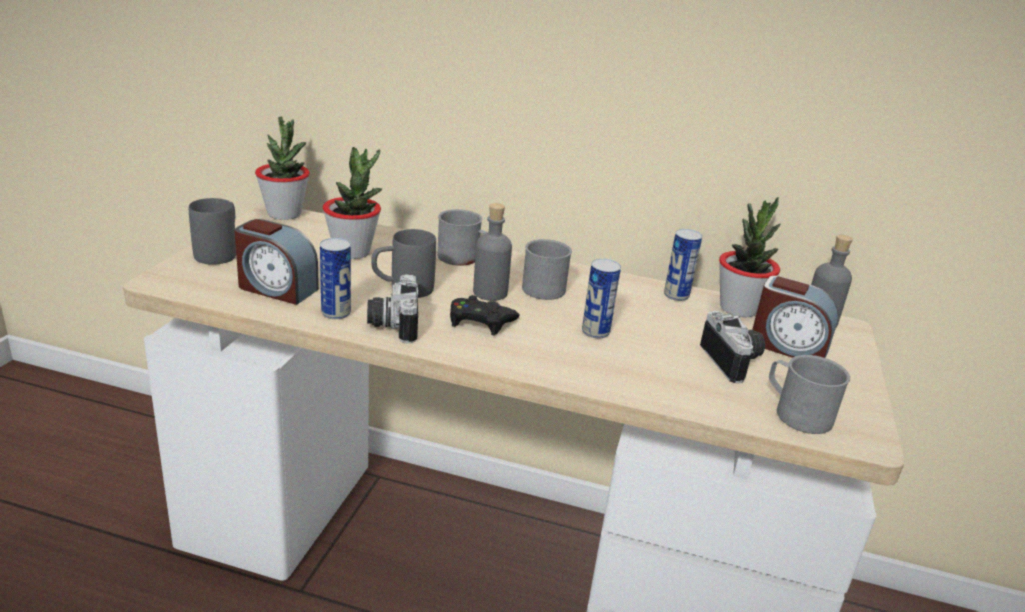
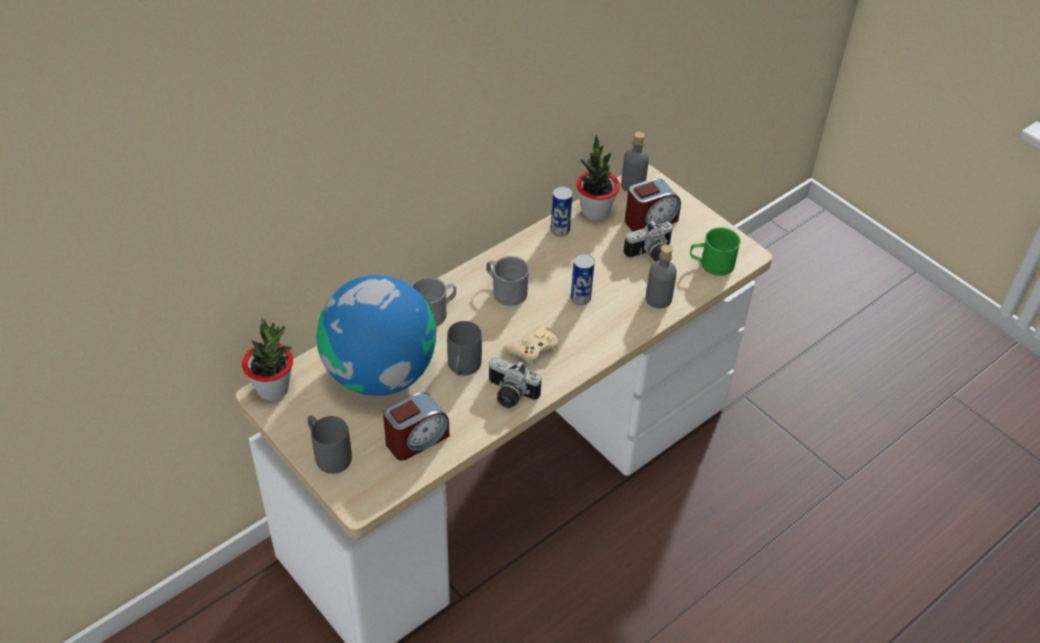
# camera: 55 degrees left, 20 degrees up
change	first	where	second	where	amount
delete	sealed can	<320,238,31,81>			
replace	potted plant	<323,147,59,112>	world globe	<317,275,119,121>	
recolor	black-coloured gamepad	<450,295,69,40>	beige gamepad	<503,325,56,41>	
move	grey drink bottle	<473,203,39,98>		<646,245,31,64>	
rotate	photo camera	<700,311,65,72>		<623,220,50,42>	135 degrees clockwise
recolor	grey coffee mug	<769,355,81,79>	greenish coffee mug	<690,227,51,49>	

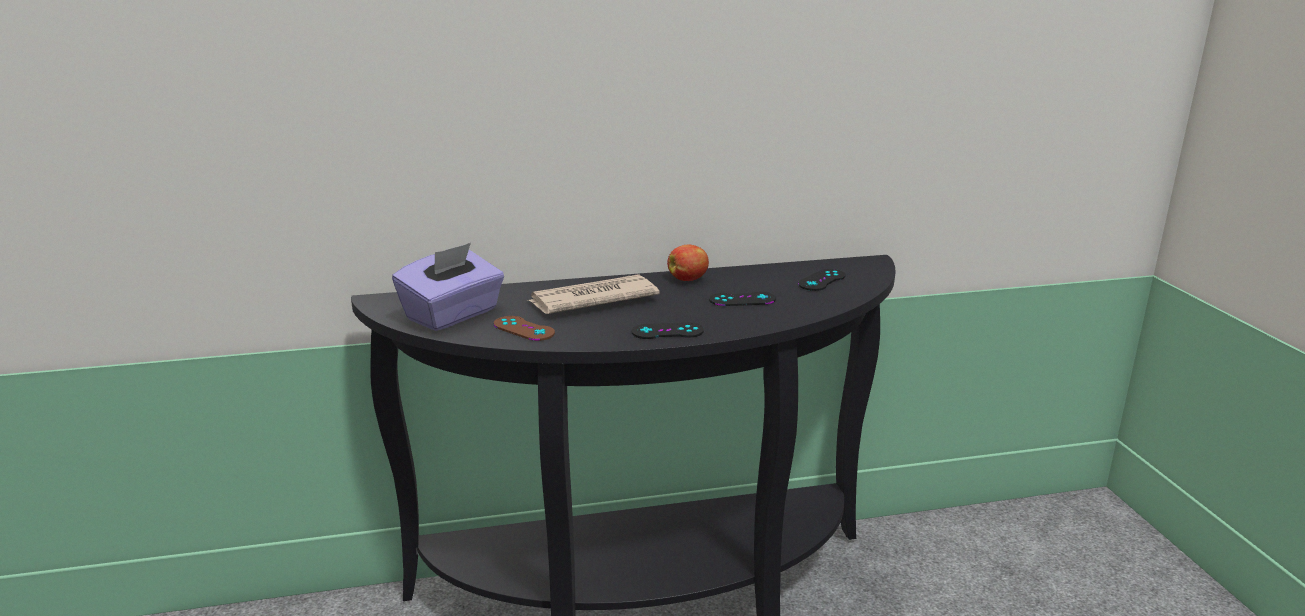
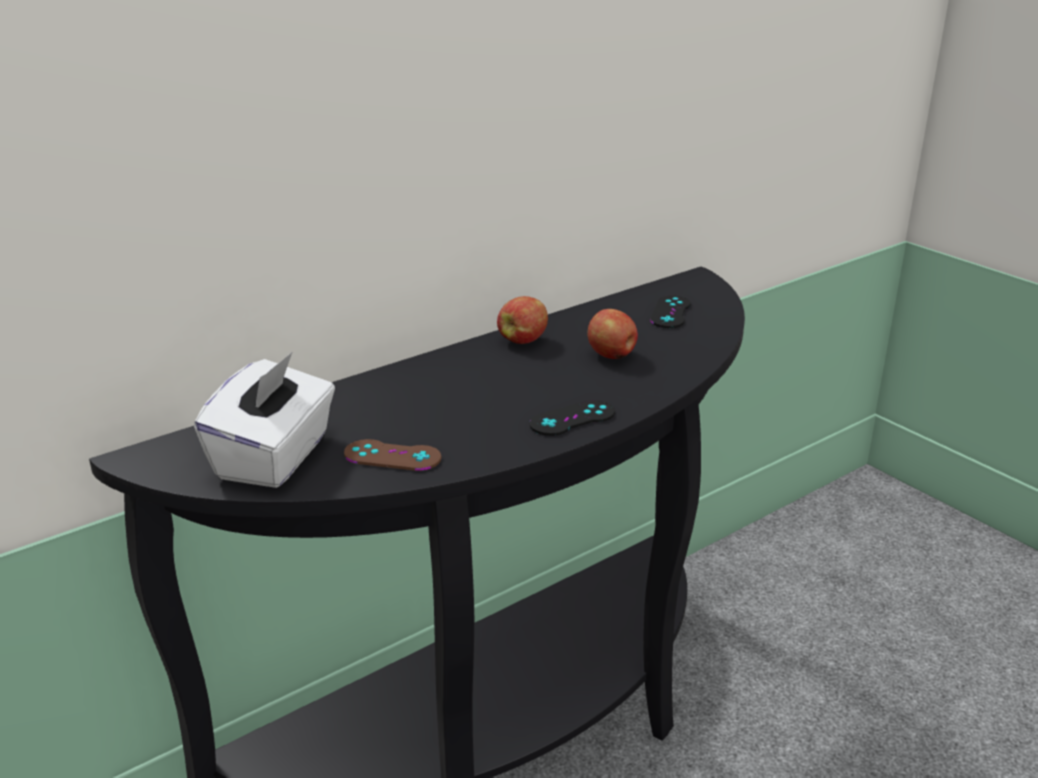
# camera: 25 degrees left, 5 degrees up
change	first	where	second	where	amount
recolor	purple tissue holder	<392,243,112,88>	white tissue holder	<194,352,141,136>	
delete	newspaper	<527,274,133,40>			
replace	black-coloured gamepad	<709,292,67,14>	whole apple	<587,309,51,50>	

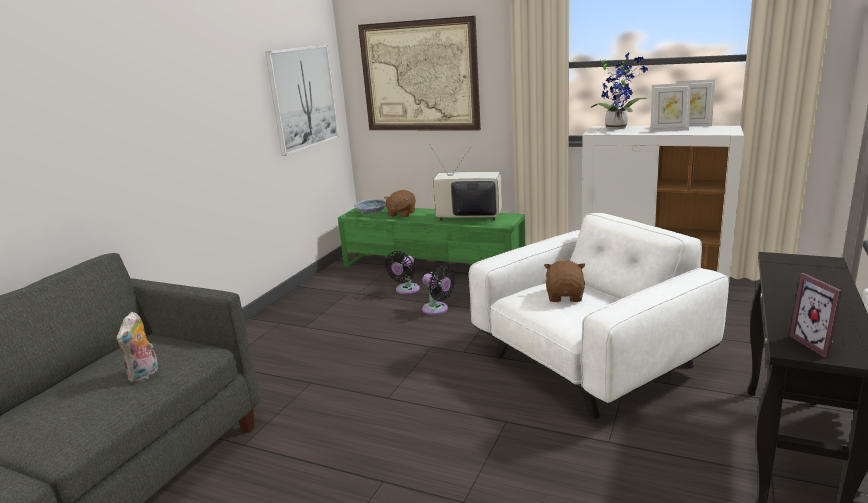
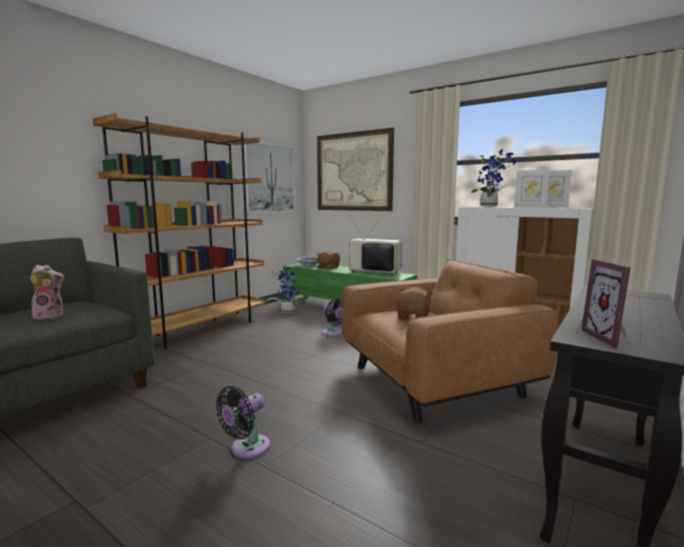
# camera: 10 degrees right, 10 degrees down
change	first	where	second	where	amount
rotate	cuddly toy	<116,312,42,71>		<30,265,34,55>	120 degrees counterclockwise
move	black-coloured electric fan	<385,251,35,43>		<216,386,54,73>	
recolor	white lounge chair	<469,213,260,206>	brownish lounge chair	<342,260,217,163>	
insert			brownish bookcase	<93,113,172,237>	
insert			potted plant	<265,267,41,46>	

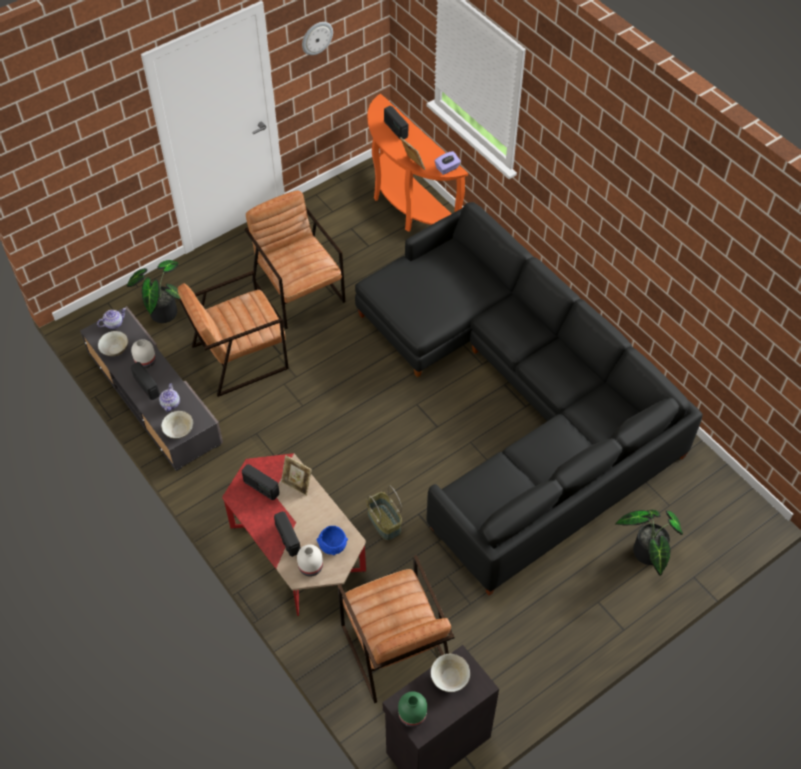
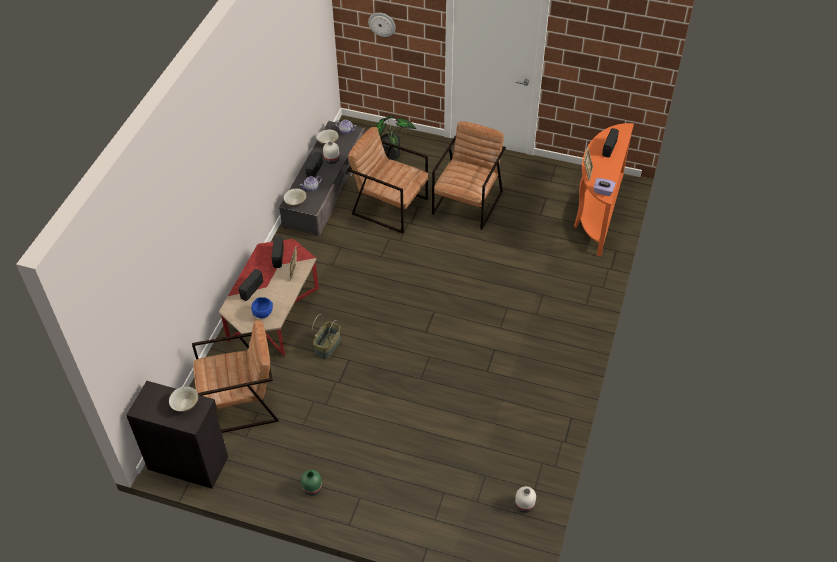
# camera: 55 degrees right, 5 degrees down
change	first	where	second	where	amount
move	white flower vase	<297,545,26,32>		<515,486,21,27>	
move	clock on the wall	<302,22,31,33>		<368,13,28,24>	
rotate	brownish lounge chair	<338,555,117,148>		<192,321,87,112>	135 degrees counterclockwise
delete	black-coloured couch	<355,202,348,394>			
move	greenish flower vase	<398,691,29,36>		<301,470,21,26>	
delete	potted plant	<615,510,68,66>			

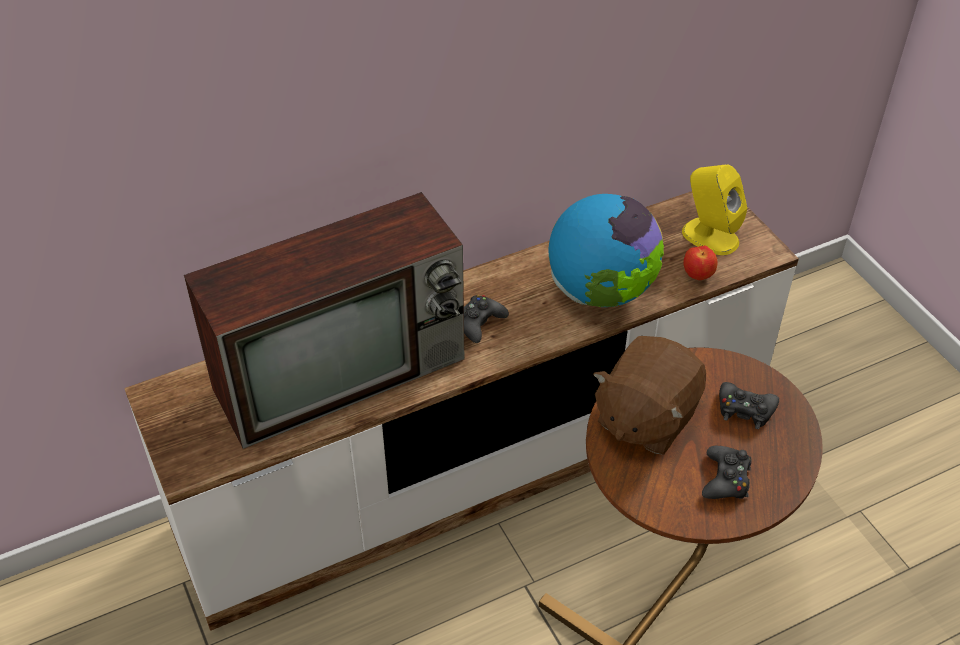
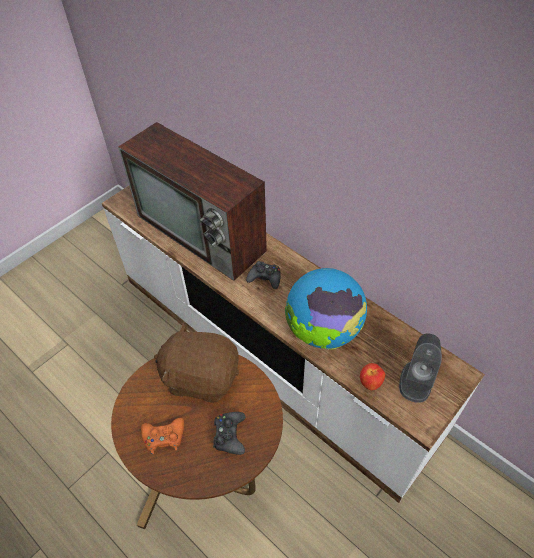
# camera: 70 degrees right, 5 degrees up
change	first	where	second	where	amount
recolor	yellow loudspeaker	<682,164,65,91>	grey loudspeaker	<399,333,43,70>	
recolor	black-coloured gamepad	<702,446,50,53>	orange gamepad	<141,418,43,36>	

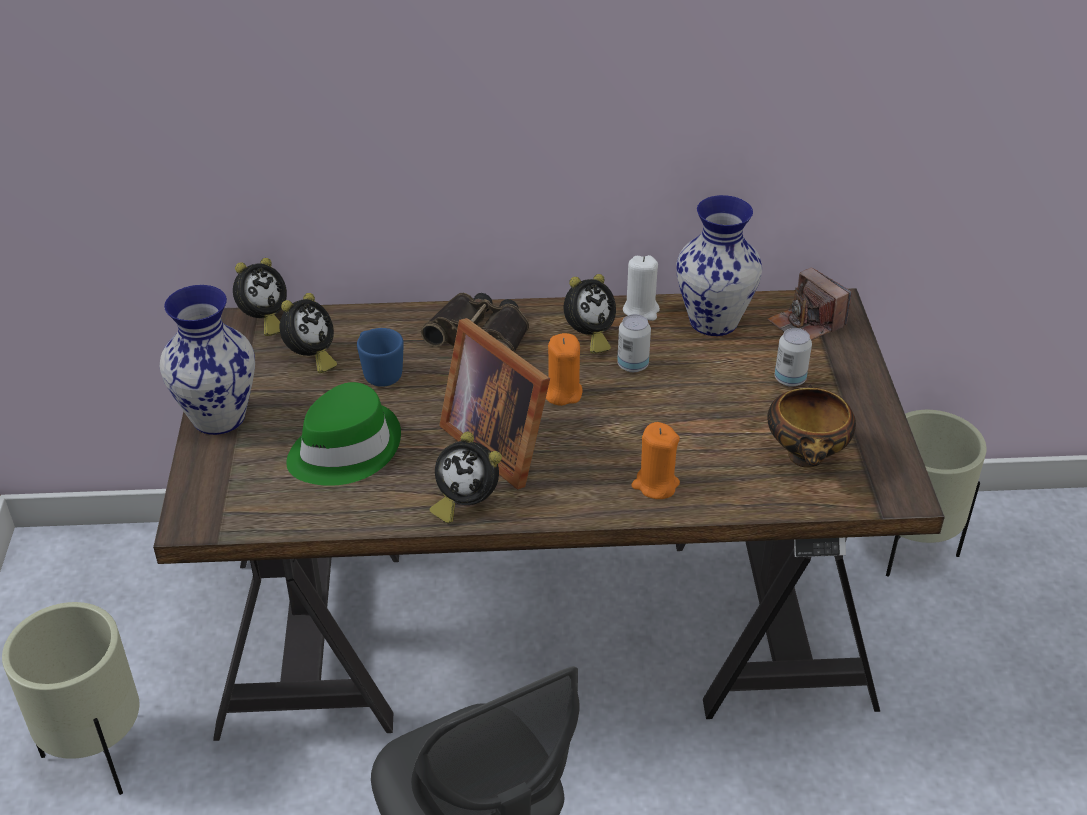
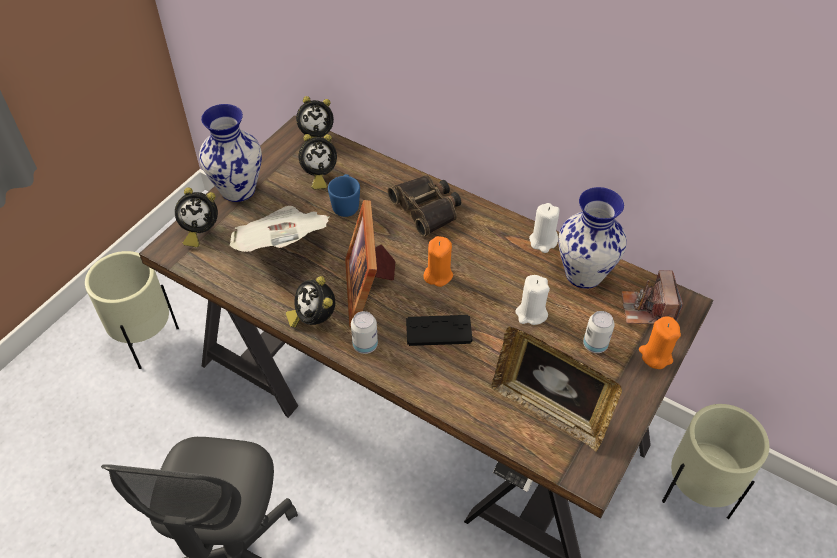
# camera: 35 degrees right, 10 degrees up
change	first	where	second	where	amount
replace	greenish hat	<286,382,115,104>	newspaper	<229,205,101,47>	
move	bedside clock	<563,274,53,80>		<175,187,43,60>	
move	sealed can	<617,314,34,58>		<351,311,27,43>	
move	orange wax light	<632,422,48,77>		<639,317,42,52>	
replace	serving bowl	<767,385,89,83>	picture frame	<492,326,130,126>	
insert			black-coloured gamepad	<406,315,66,31>	
insert			white wax light	<515,275,35,50>	

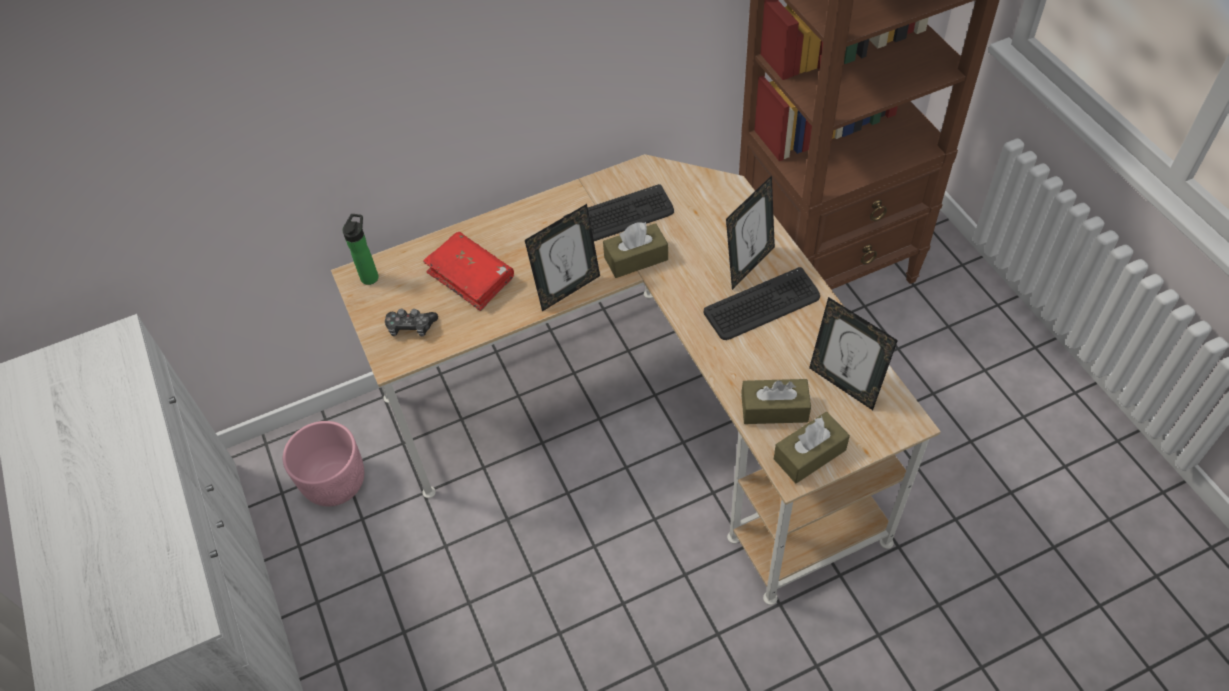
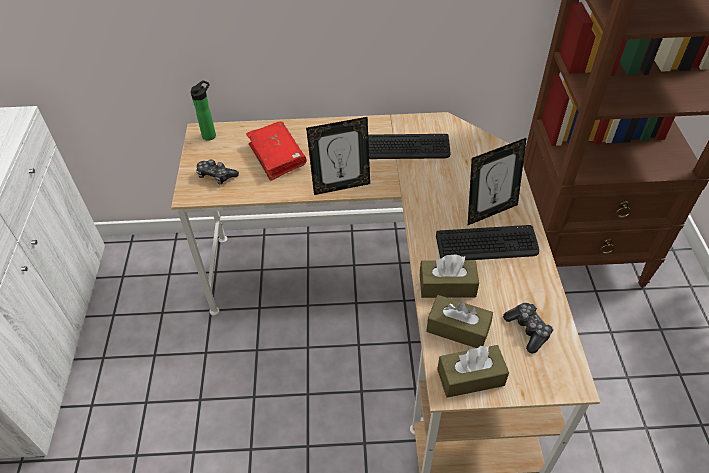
# camera: 20 degrees right, 5 degrees down
change	first	where	second	where	amount
delete	pinkish flower pot	<283,421,81,86>			
move	brownish tissue holder	<603,222,65,56>		<420,254,59,44>	
replace	picture frame	<809,297,89,113>	gamepad	<503,303,51,50>	

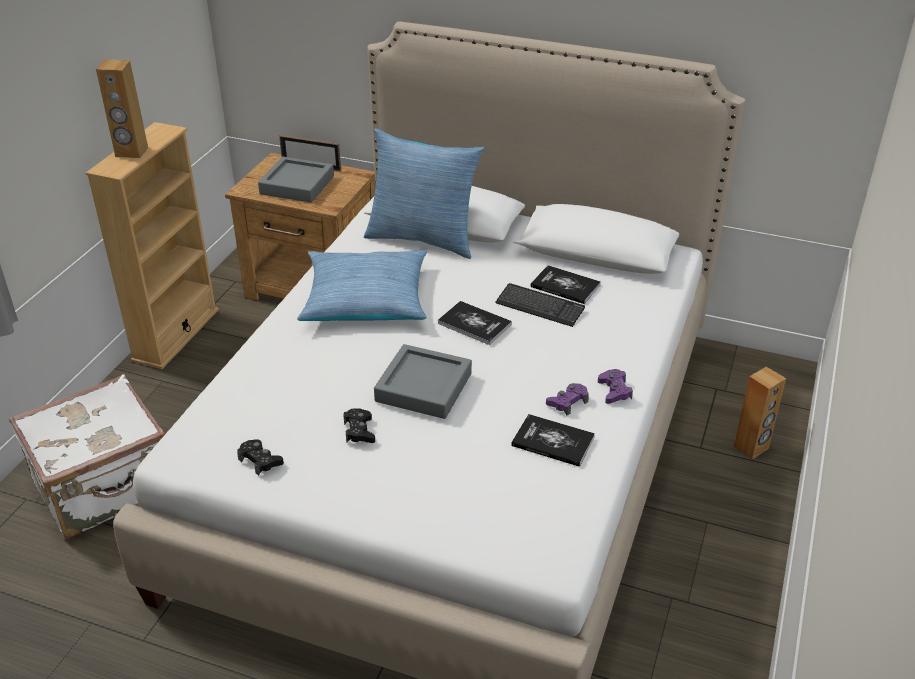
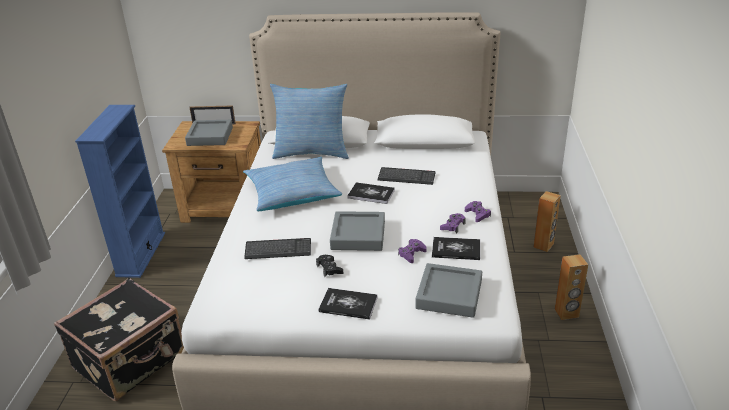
# camera: 15 degrees left, 5 degrees down
change	first	where	second	where	amount
recolor	white travel case	<9,374,156,165>	black-coloured travel case	<54,278,130,123>	
recolor	beige bookcase	<86,122,133,247>	blue bookcase	<75,105,90,173>	
move	brownish loudspeaker	<96,59,52,99>		<555,254,33,66>	
delete	black-coloured gamepad	<237,439,47,37>			
move	volume	<531,265,70,39>		<318,288,60,32>	
insert			keyboard	<244,238,67,21>	
insert			purple gamepad	<398,239,29,24>	
insert			grey serving tray	<416,263,66,55>	

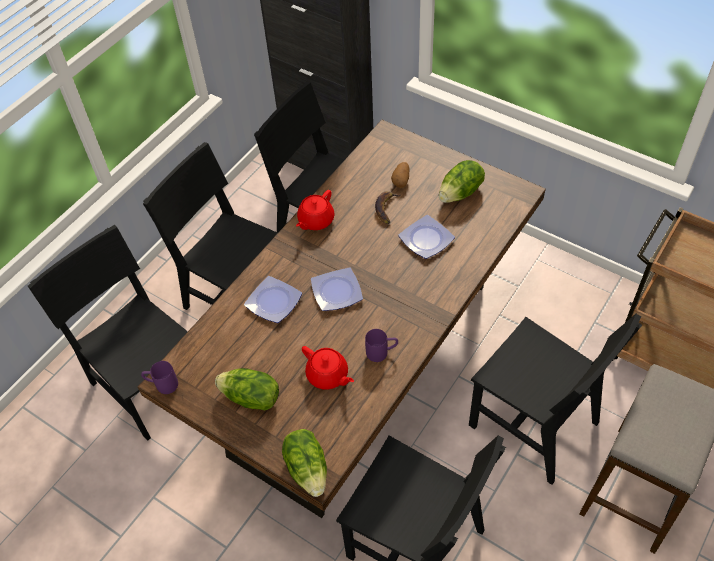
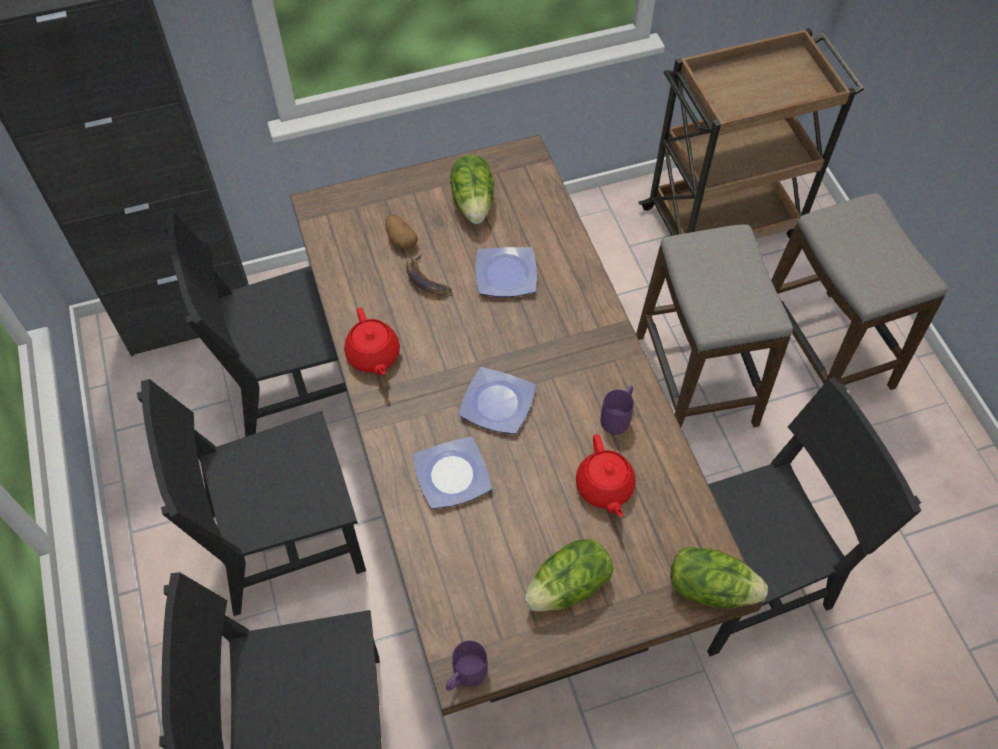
# camera: 55 degrees left, 5 degrees up
change	first	where	second	where	amount
rotate	reddish pot for tea	<302,346,52,44>		<576,434,60,83>	90 degrees clockwise
replace	black-coloured upright chair	<469,314,173,171>	stool seat	<636,224,157,203>	

